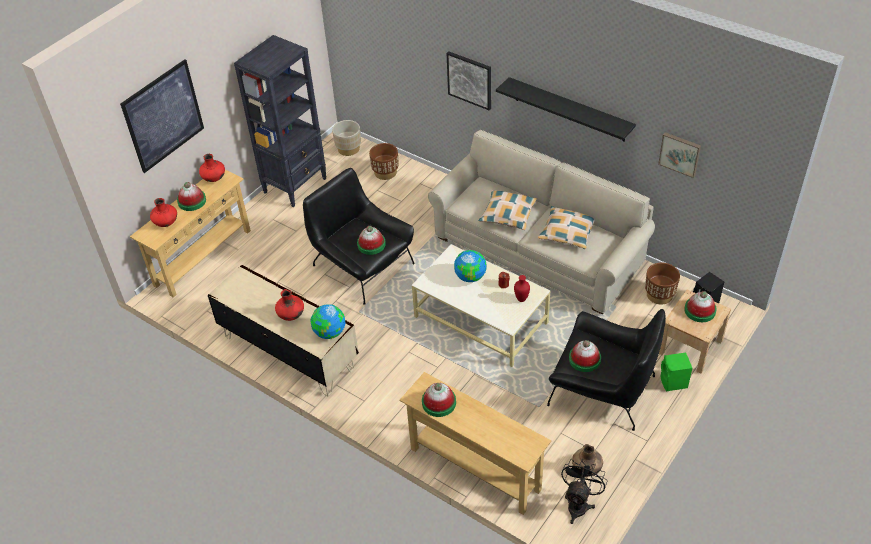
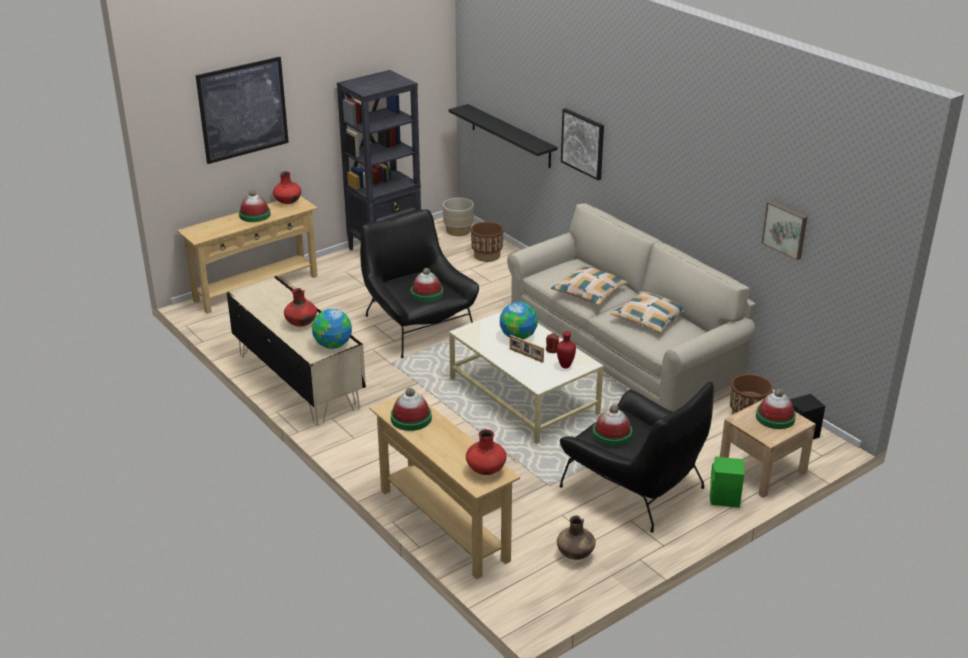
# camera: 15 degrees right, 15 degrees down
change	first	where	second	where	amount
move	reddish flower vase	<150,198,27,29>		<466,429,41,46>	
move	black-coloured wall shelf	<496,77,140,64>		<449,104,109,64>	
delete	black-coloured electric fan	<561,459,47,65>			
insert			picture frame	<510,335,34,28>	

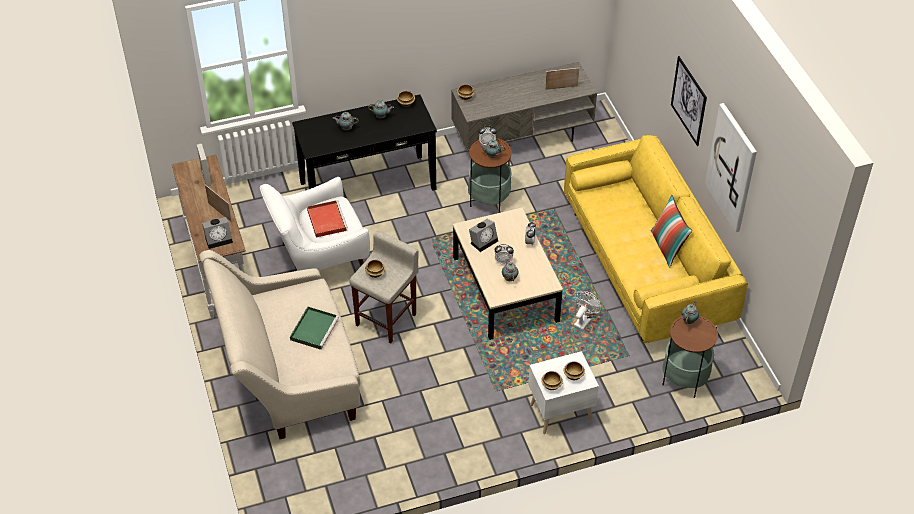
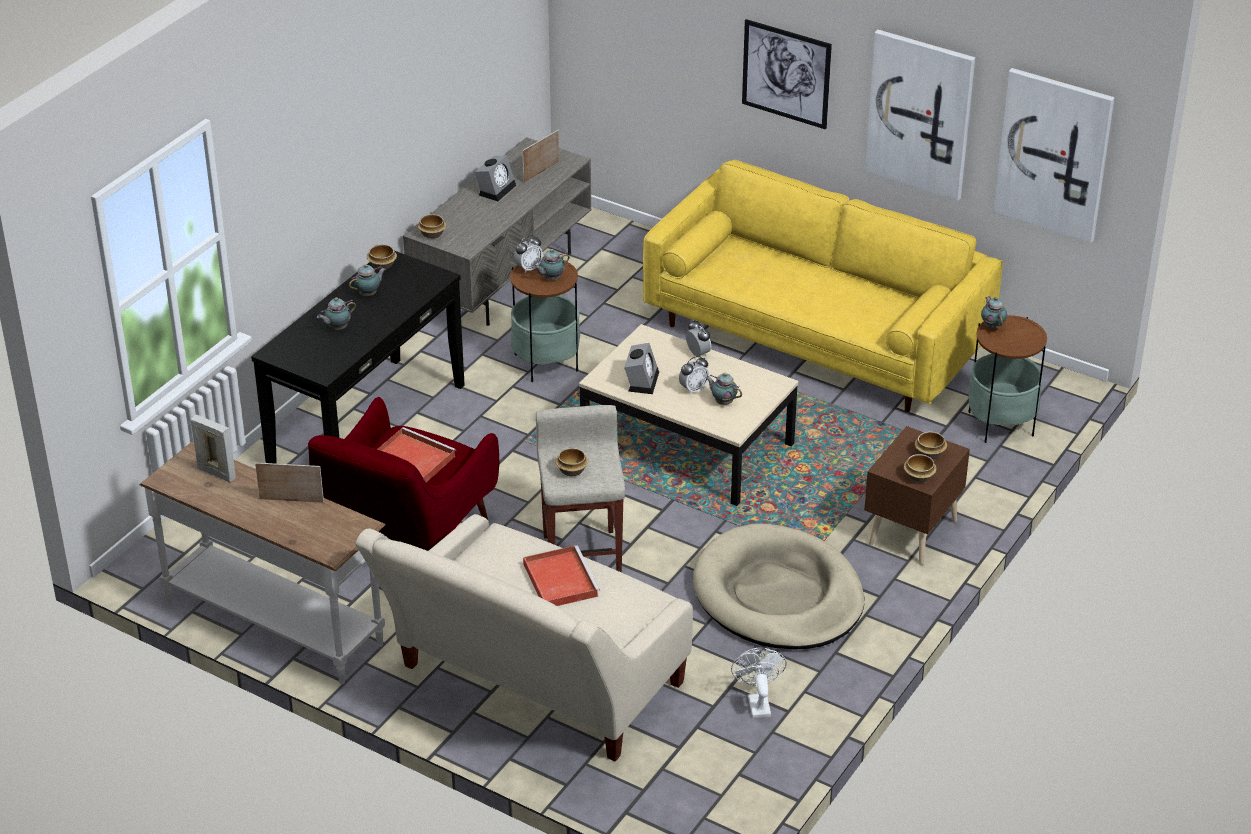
# camera: 40 degrees left, 10 degrees down
change	first	where	second	where	amount
move	bedside clock	<202,217,31,32>		<475,155,41,46>	
recolor	white lounge chair	<260,177,110,94>	reddish lounge chair	<308,397,191,154>	
recolor	greenish serving tray	<290,307,49,43>	reddish serving tray	<523,545,77,61>	
recolor	white nightstand	<528,351,71,83>	brownish nightstand	<864,426,106,139>	
move	white electric fan	<574,291,28,39>		<731,647,55,71>	
delete	pillow	<651,195,41,72>			
insert			beige dog cushion	<693,523,172,126>	
insert			picture	<993,68,121,175>	

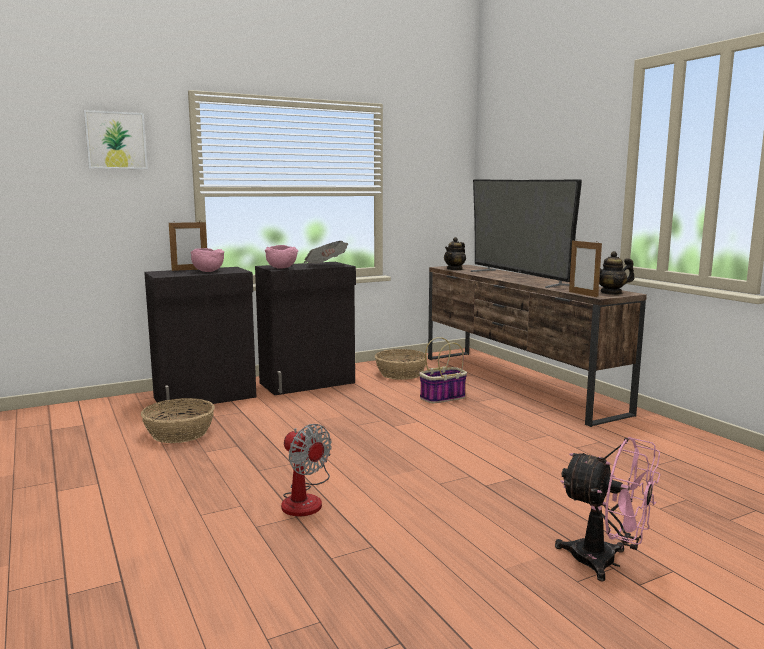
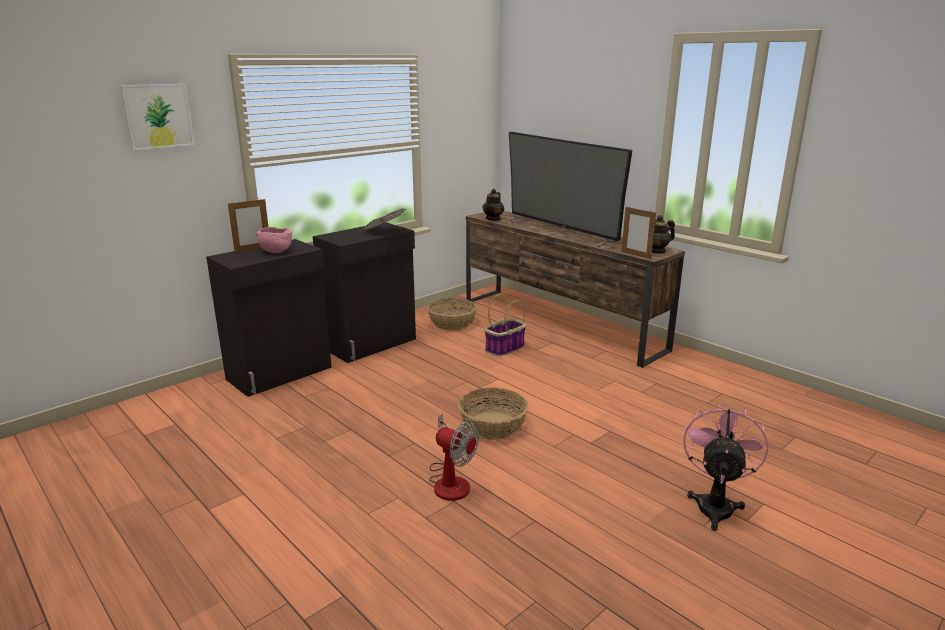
# camera: 15 degrees left, 10 degrees up
change	first	where	second	where	amount
move	basket	<141,398,74,45>		<458,388,70,52>	
delete	pinkish serving bowl	<265,245,33,24>			
rotate	pinkish electric fan	<555,437,105,145>		<683,402,85,129>	90 degrees counterclockwise

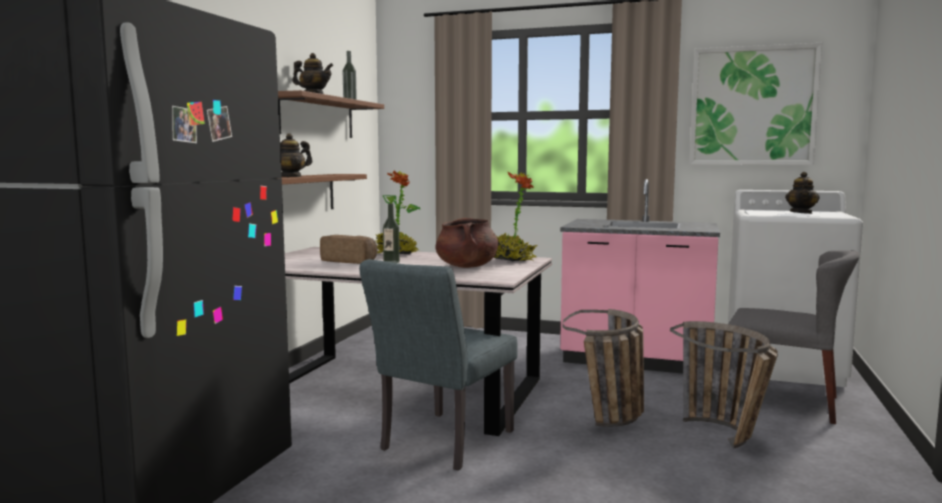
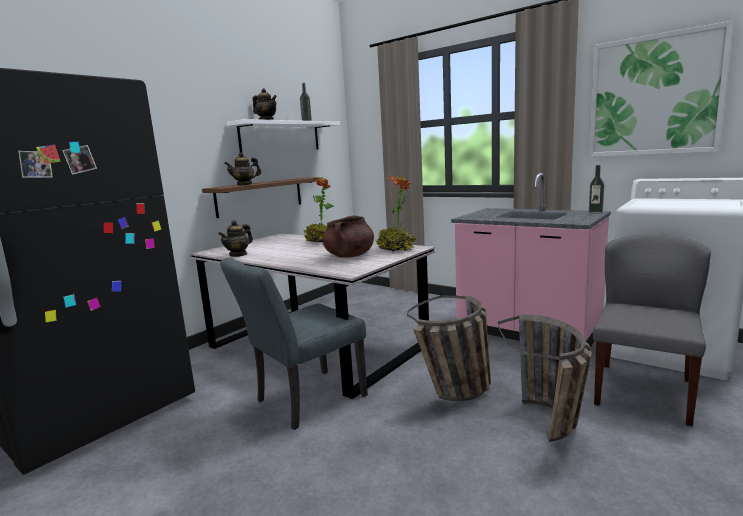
# camera: 20 degrees right, 5 degrees up
change	first	where	second	where	amount
recolor	brownish wall shelf	<278,90,106,48>	white wall shelf	<227,119,113,33>	
delete	baked bread	<320,235,57,29>			
move	drink bottle	<383,203,17,60>		<589,165,15,49>	
rotate	grey upright chair	<728,250,131,174>		<593,234,118,192>	105 degrees counterclockwise
move	pot for tea	<785,172,35,42>		<218,220,35,37>	

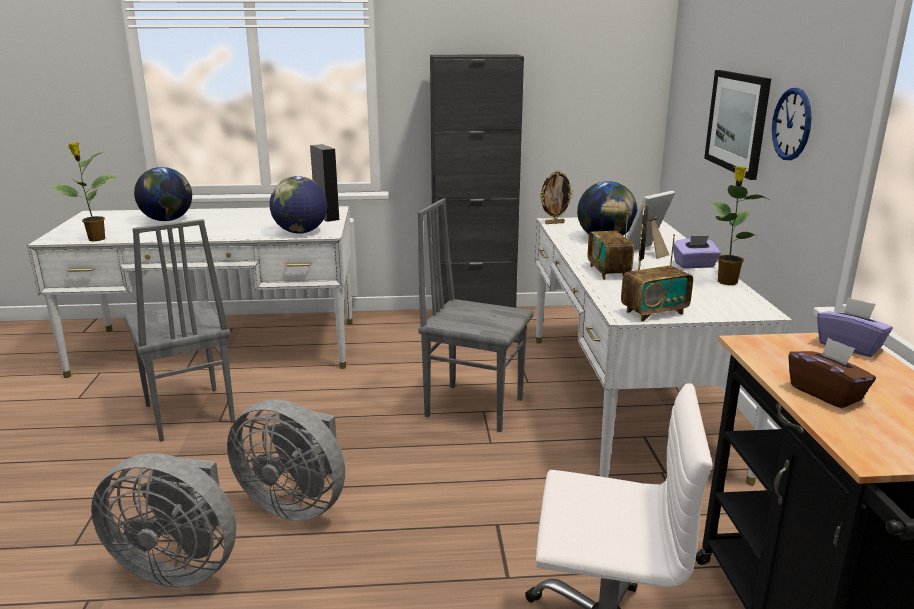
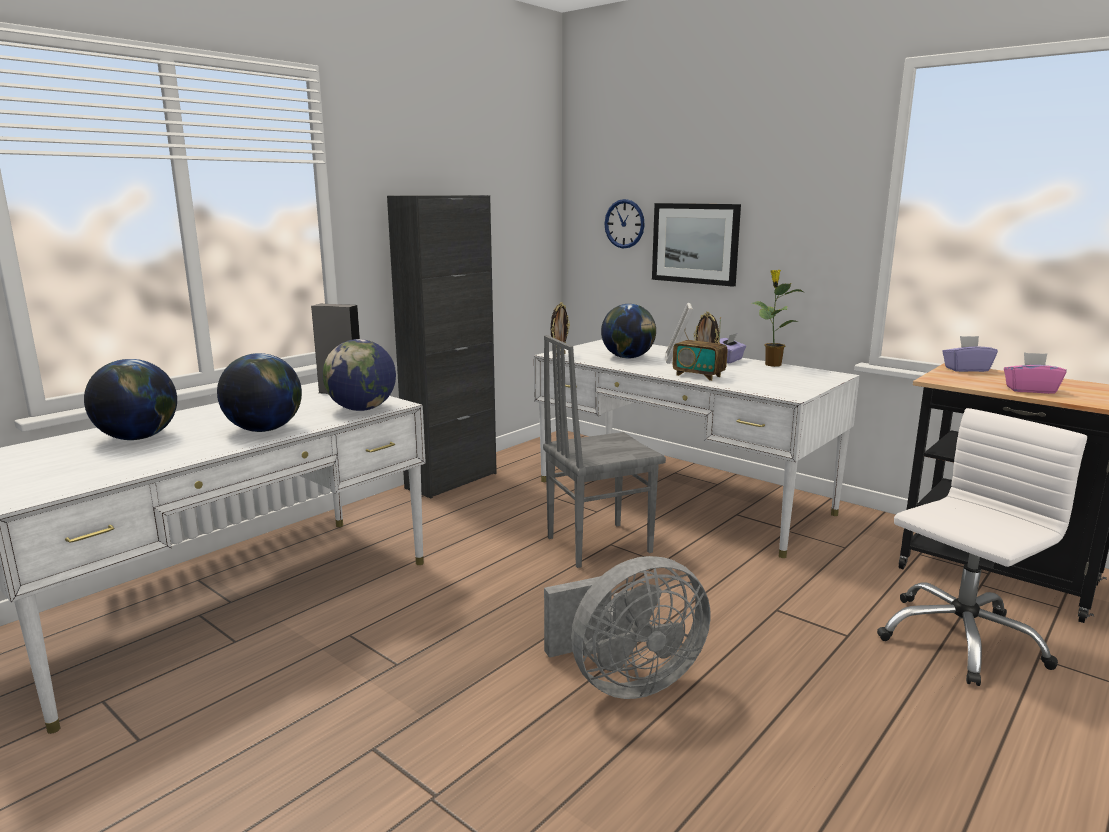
# camera: 45 degrees left, 5 degrees down
change	first	where	second	where	amount
delete	potted plant	<49,142,68,99>			
delete	grey electric fan	<91,453,145,134>			
delete	grey upright chair	<124,219,111,223>			
delete	radio set	<621,234,72,87>			
move	clock on the wall	<772,88,40,72>		<604,199,41,50>	
recolor	brownish tissue holder	<788,338,88,70>	pinkish tissue holder	<1004,352,63,42>	
insert			world globe	<217,353,85,79>	

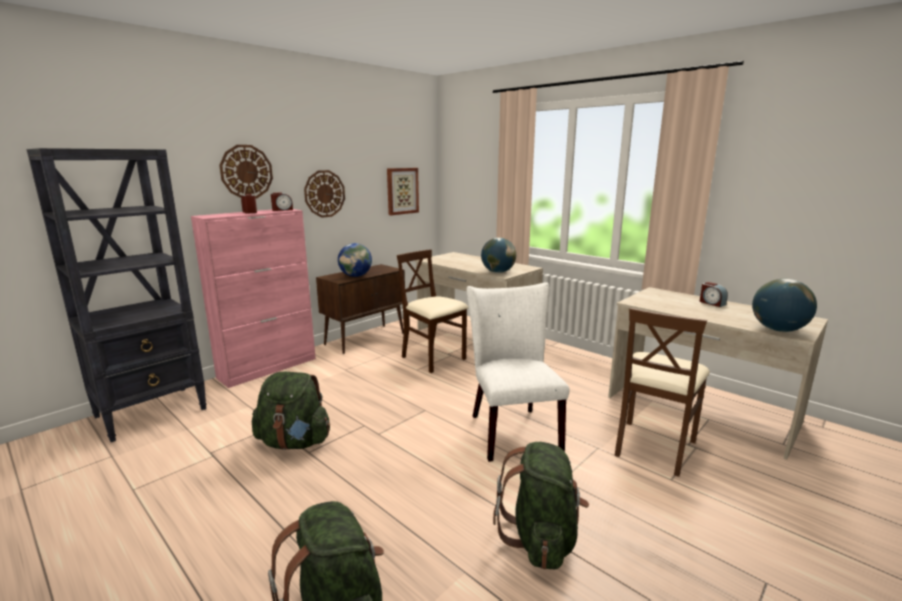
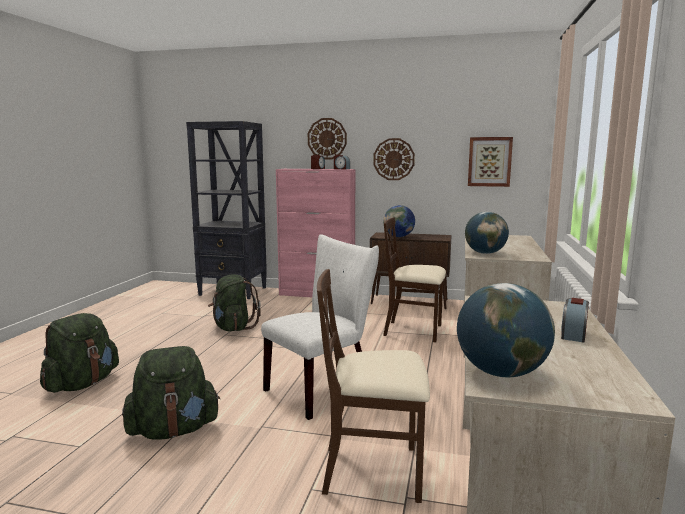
# camera: 60 degrees right, 5 degrees down
change	first	where	second	where	amount
rotate	beige upright chair	<397,249,72,124>		<383,217,63,125>	90 degrees counterclockwise

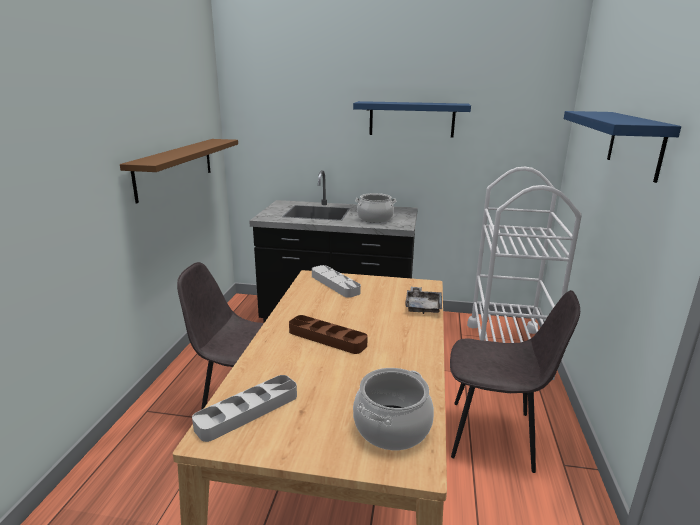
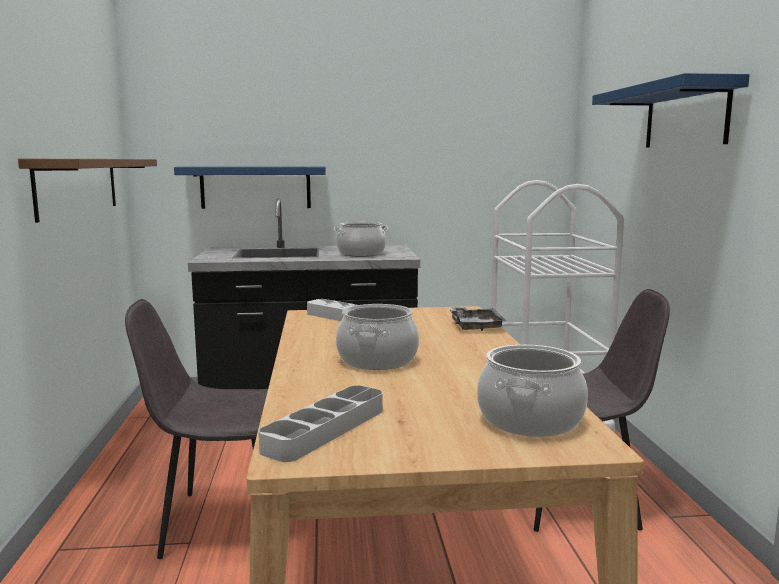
# camera: 15 degrees left, 10 degrees down
change	first	where	second	where	amount
replace	brownish serving tray	<289,315,79,39>	saucepot	<336,304,83,66>	
move	blue wall shelf	<353,101,118,36>		<174,166,152,43>	

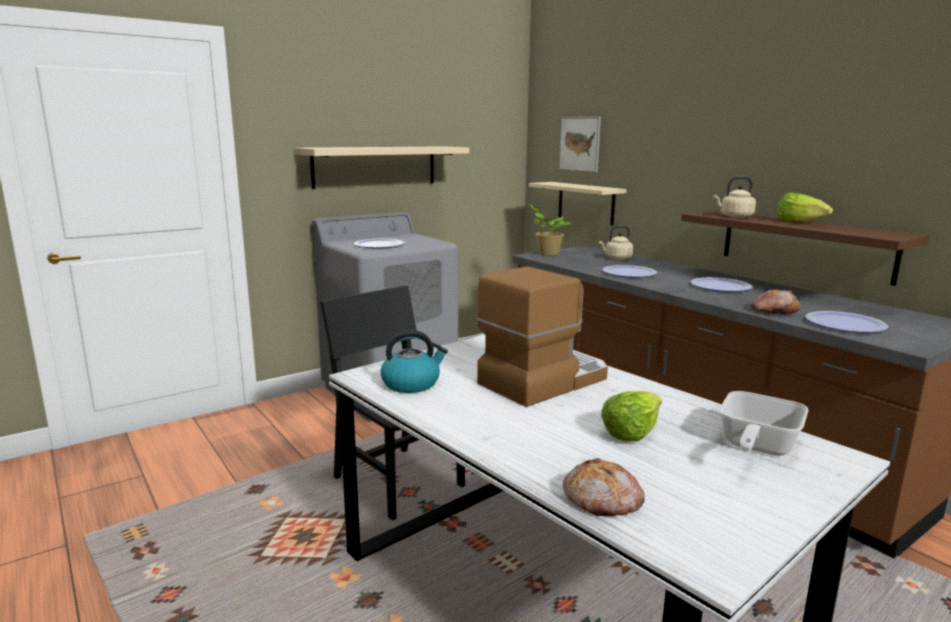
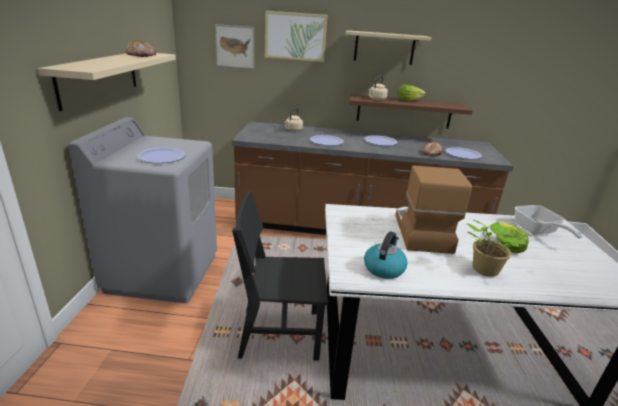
# camera: 50 degrees left, 10 degrees up
change	first	where	second	where	amount
move	beige wall shelf	<529,182,98,44>		<346,30,86,35>	
move	potted plant	<529,204,42,51>		<467,220,59,57>	
move	baked bread	<563,458,82,58>		<125,40,31,17>	
insert			picture	<265,11,62,51>	

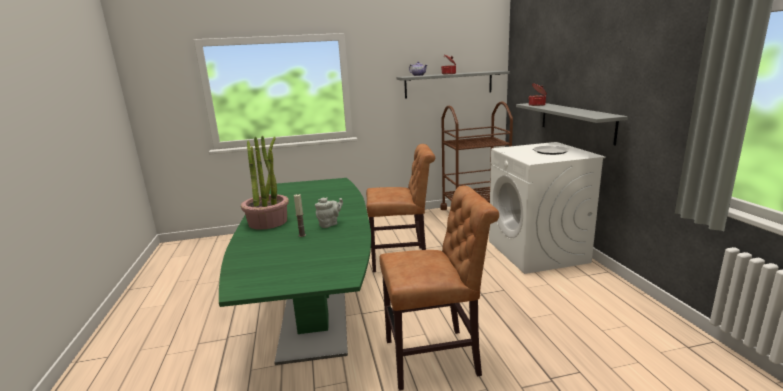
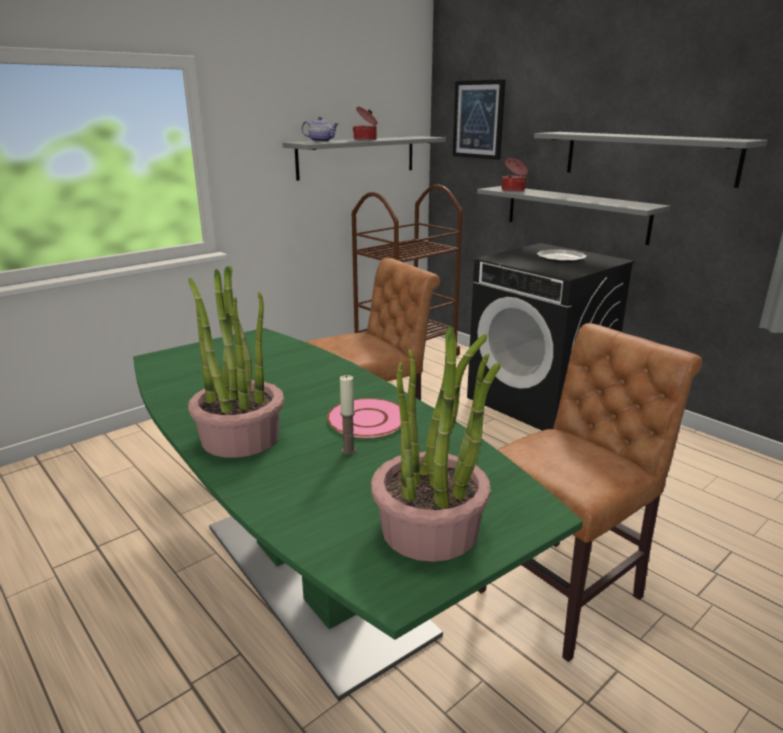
# camera: 30 degrees left, 5 degrees up
change	first	where	second	where	amount
replace	grey pot for tea	<315,197,28,31>	pinkish flat dish	<327,398,74,40>	
recolor	white washing machine	<489,142,117,132>	black-coloured washing machine	<467,243,168,188>	
insert			potted plant	<371,326,130,236>	
insert			picture	<453,79,53,81>	
insert			grey wall shelf	<534,132,234,56>	

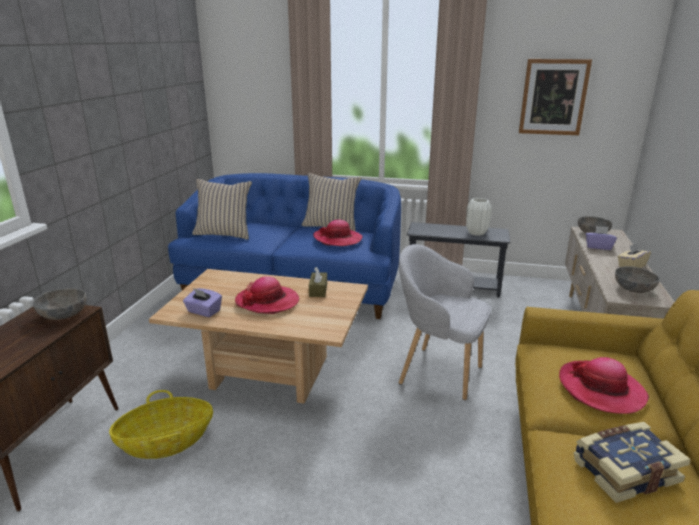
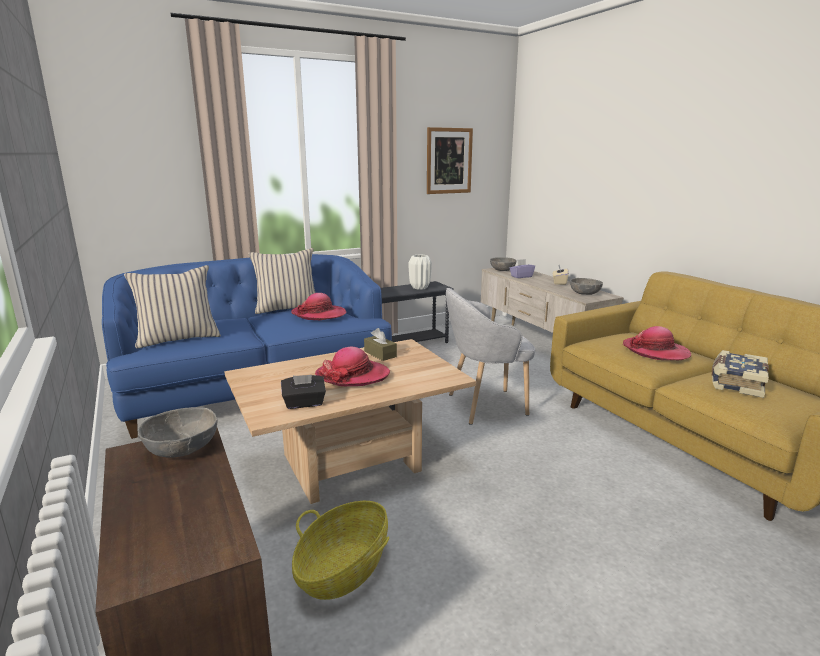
# camera: 40 degrees left, 5 degrees down
change	first	where	second	where	amount
recolor	purple tissue holder	<183,288,39,29>	black-coloured tissue holder	<281,375,45,34>	

